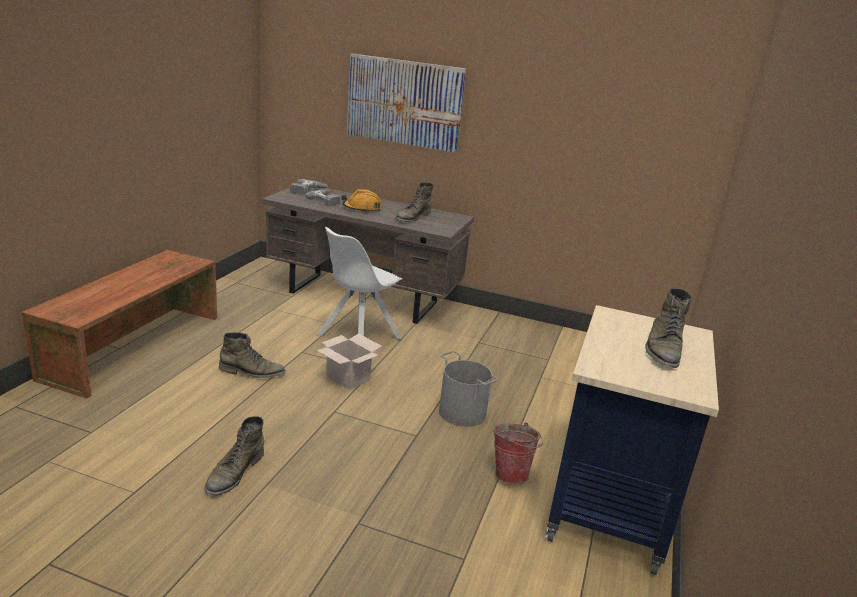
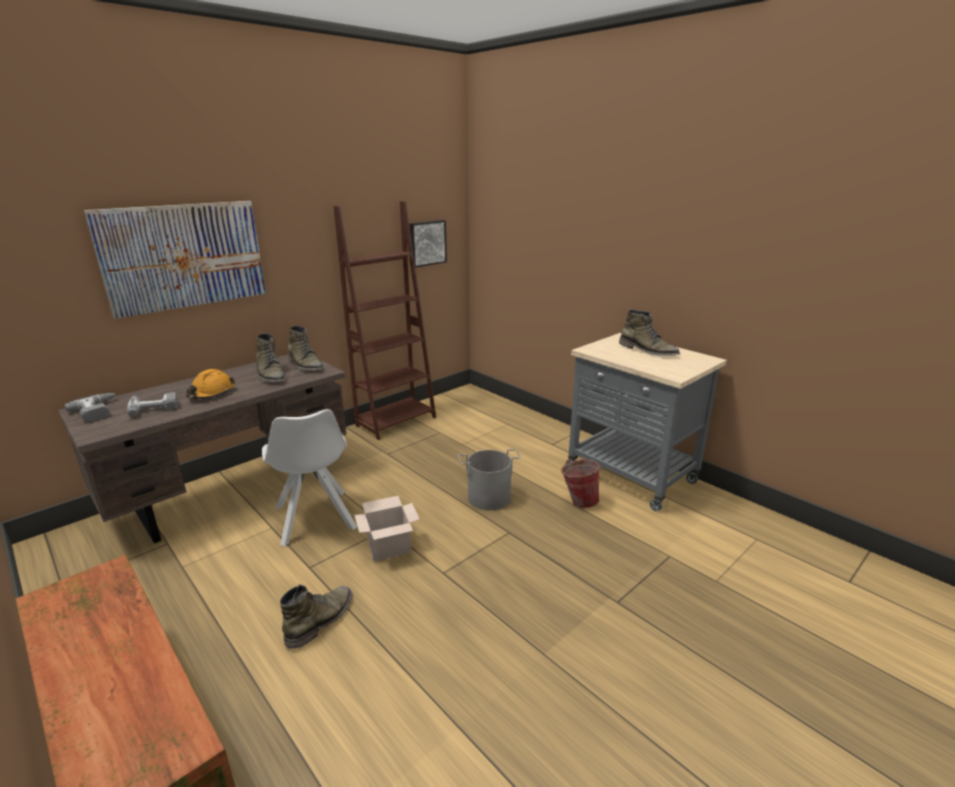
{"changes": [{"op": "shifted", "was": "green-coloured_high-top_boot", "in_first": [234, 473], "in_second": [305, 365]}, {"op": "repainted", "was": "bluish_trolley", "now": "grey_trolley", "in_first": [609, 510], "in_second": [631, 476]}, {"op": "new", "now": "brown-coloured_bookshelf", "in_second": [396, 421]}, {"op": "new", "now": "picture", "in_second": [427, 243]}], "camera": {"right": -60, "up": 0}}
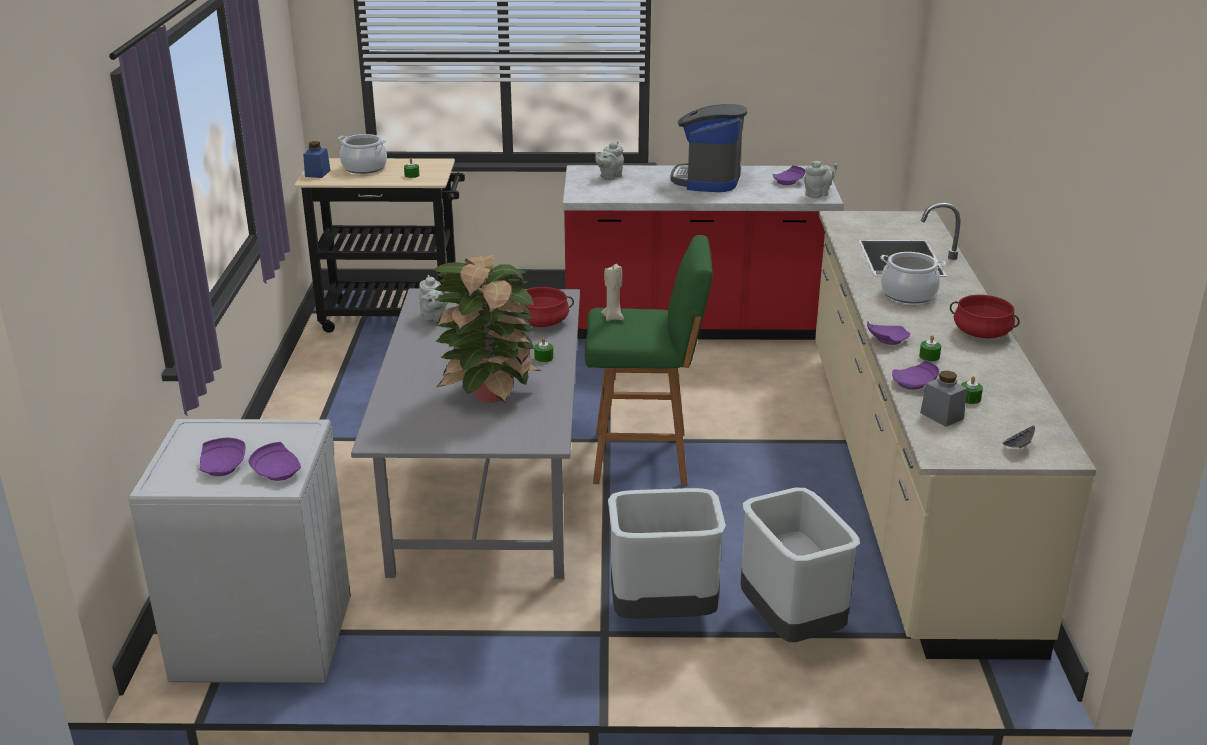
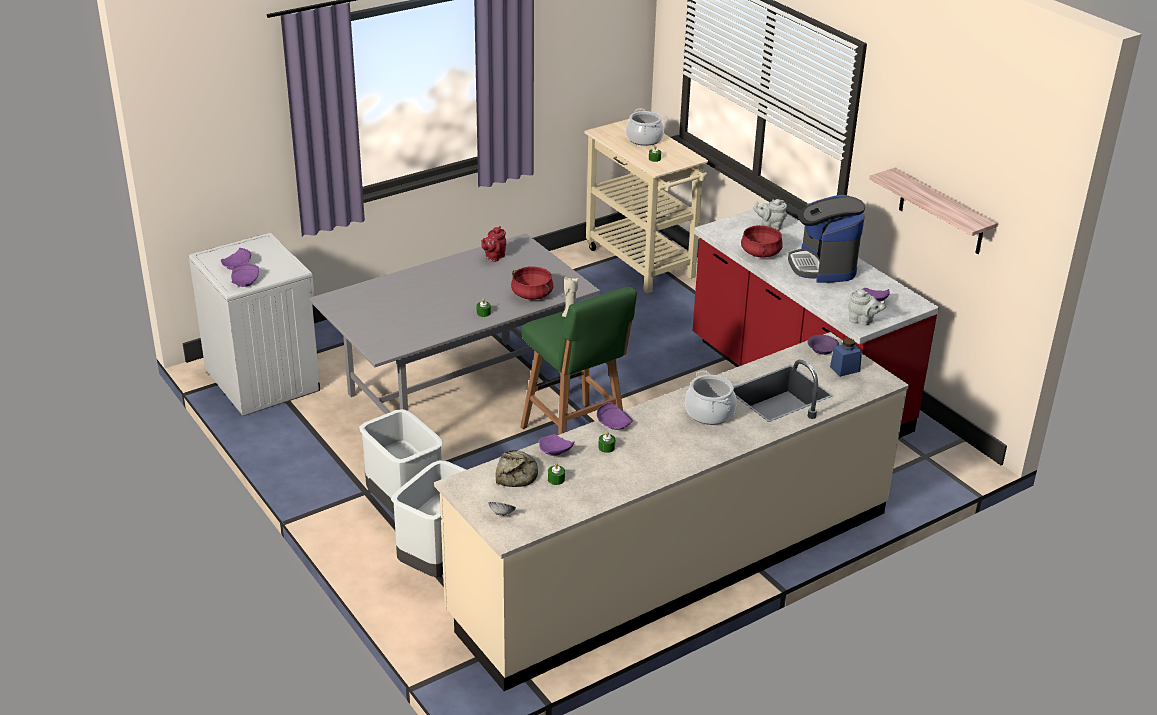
{"changes": [{"op": "repainted", "was": "black-coloured_trolley", "now": "beige_trolley", "in_first": [393, 318], "in_second": [641, 263]}, {"op": "shifted", "was": "bluish_jar", "in_first": [317, 173], "in_second": [845, 369]}, {"op": "repainted", "was": "grey_teapot", "now": "red-coloured_teapot", "in_first": [433, 318], "in_second": [494, 257]}, {"op": "gone", "was": "plant_in_a_pot", "in_first": [490, 393]}, {"op": "rotated", "was": "coffee_brewer", "in_first": [707, 180], "in_second": [823, 266], "clockwise": -75}, {"op": "swapped", "was": "grey_jar", "now": "bakery_bread", "in_first": [941, 416], "in_second": [517, 473]}, {"op": "shifted", "was": "red-coloured_stockpot", "in_first": [981, 333], "in_second": [760, 253]}, {"op": "new", "now": "purple-coloured_serving_bowl", "in_second": [822, 350]}, {"op": "new", "now": "bracket_shelf", "in_second": [941, 212]}], "camera": {"right": 55, "up": 5}}
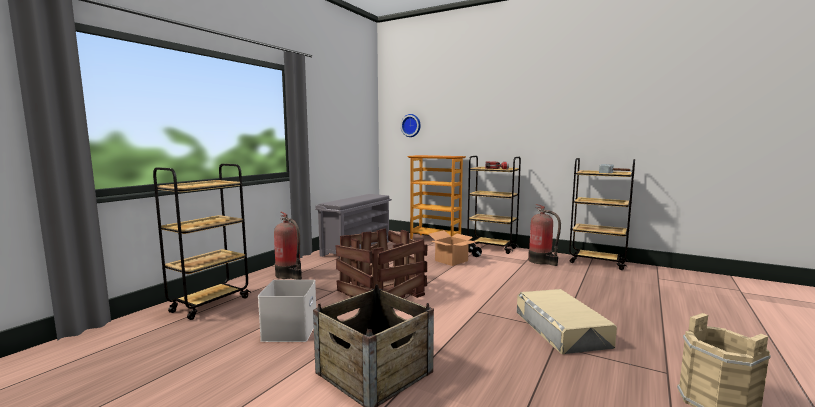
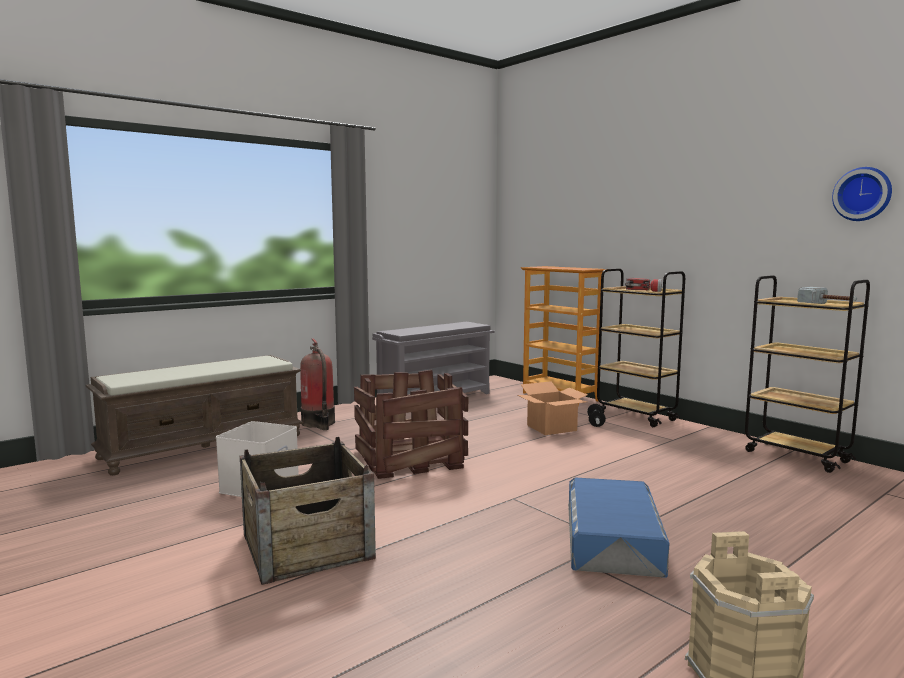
{"changes": [{"op": "swapped", "was": "brown-coloured_trolley", "now": "brown-coloured_bench", "in_first": [210, 304], "in_second": [204, 446]}, {"op": "shifted", "was": "wall_clock", "in_first": [411, 125], "in_second": [863, 194]}, {"op": "repainted", "was": "beige_storage_box", "now": "bluish_storage_box", "in_first": [561, 329], "in_second": [613, 539]}, {"op": "gone", "was": "fire_extinguisher", "in_first": [541, 261]}], "camera": {"right": 20, "up": 0}}
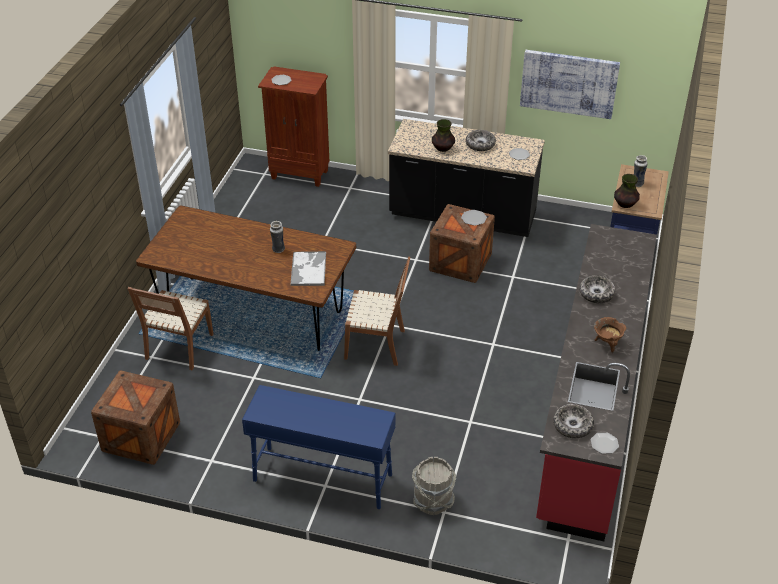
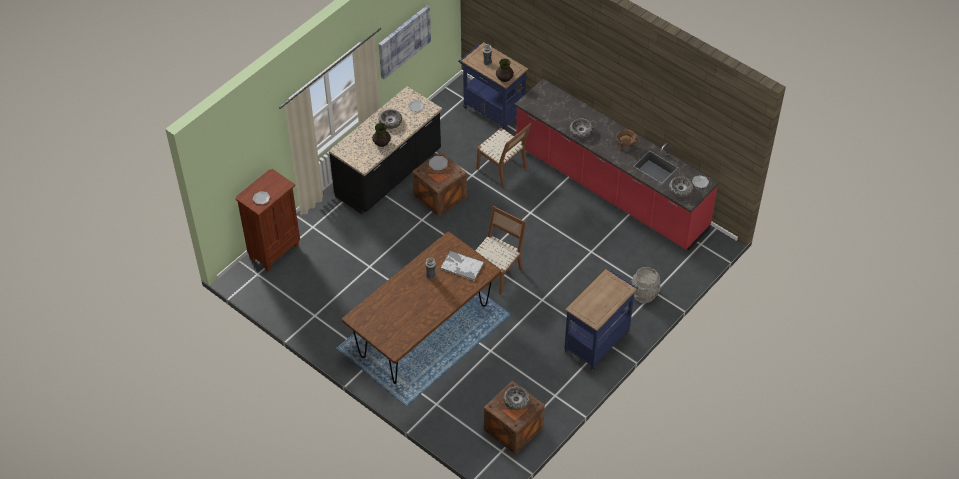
{"changes": [{"op": "shifted", "was": "chair", "in_first": [178, 349], "in_second": [503, 170]}, {"op": "swapped", "was": "bluish_console_table", "now": "bluish_trolley", "in_first": [322, 477], "in_second": [598, 341]}, {"op": "new", "now": "serving_bowl", "in_second": [516, 400]}], "camera": {"right": -65, "up": 10}}
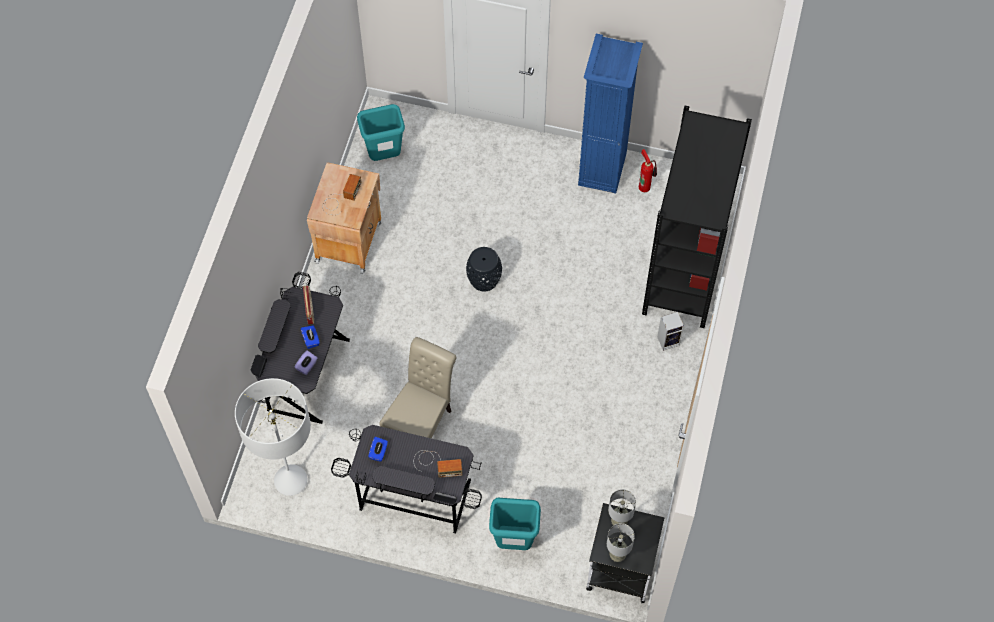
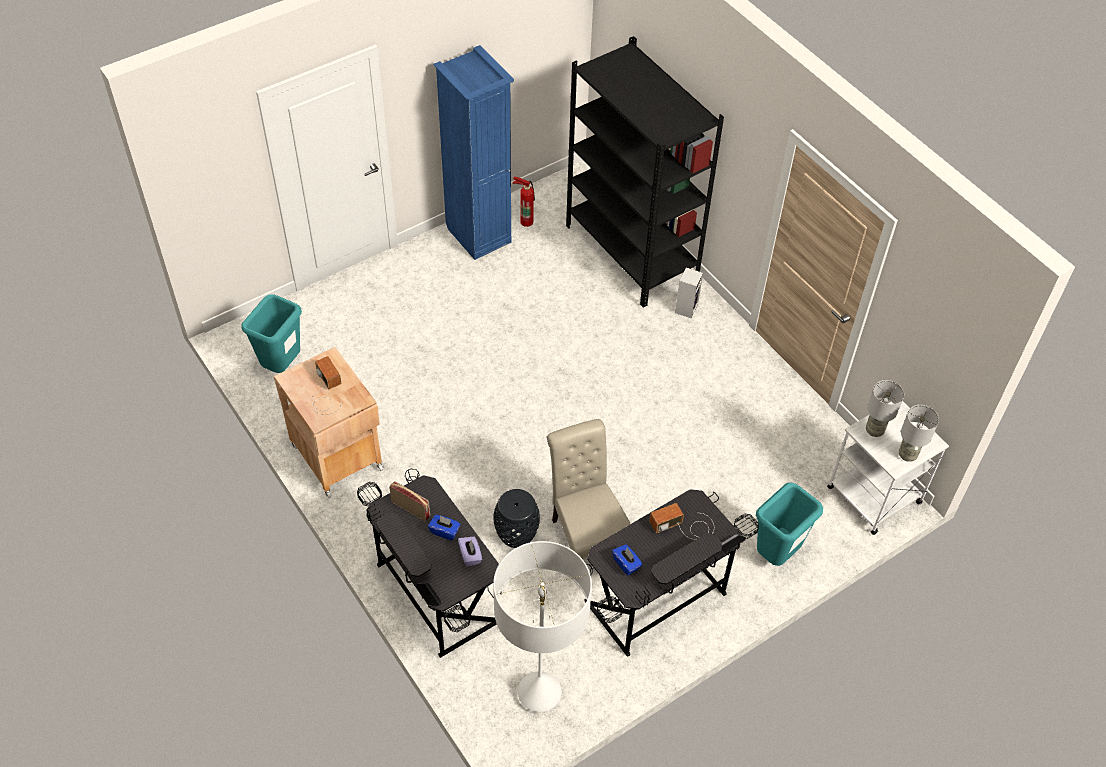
{"changes": [{"op": "rotated", "was": "radio_set", "in_first": [436, 464], "in_second": [684, 526], "clockwise": -150}, {"op": "shifted", "was": "black-coloured_sitting_stool", "in_first": [484, 280], "in_second": [516, 533]}, {"op": "repainted", "was": "black-coloured_trolley", "now": "white_trolley", "in_first": [619, 569], "in_second": [873, 496]}], "camera": {"right": -50, "up": -10}}
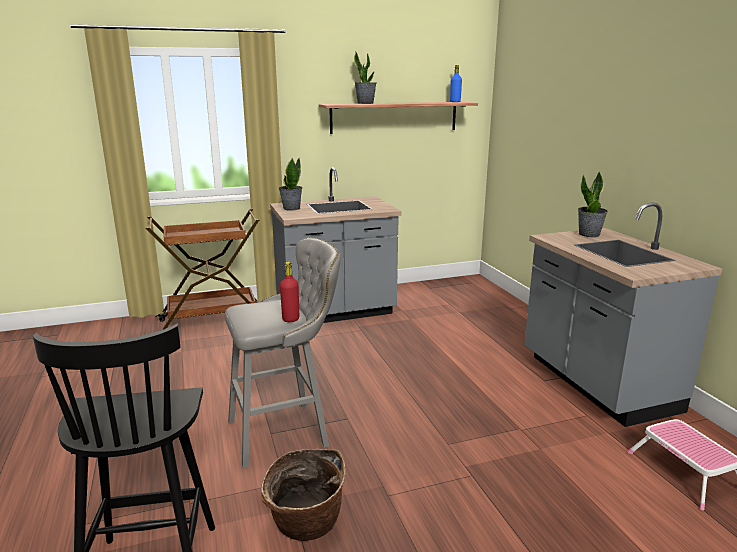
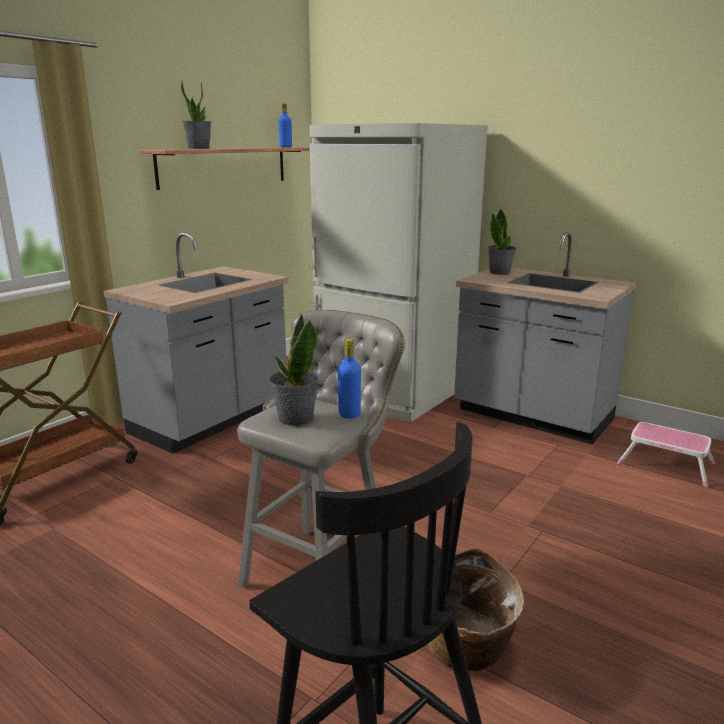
{"changes": [{"op": "shifted", "was": "plant_in_a_pot", "in_first": [291, 208], "in_second": [295, 418]}, {"op": "repainted", "was": "red-coloured_bottle", "now": "bluish_bottle", "in_first": [290, 319], "in_second": [349, 414]}, {"op": "new", "now": "white_kitchen_fridge", "in_second": [393, 389]}], "camera": {"right": -35, "up": 0}}
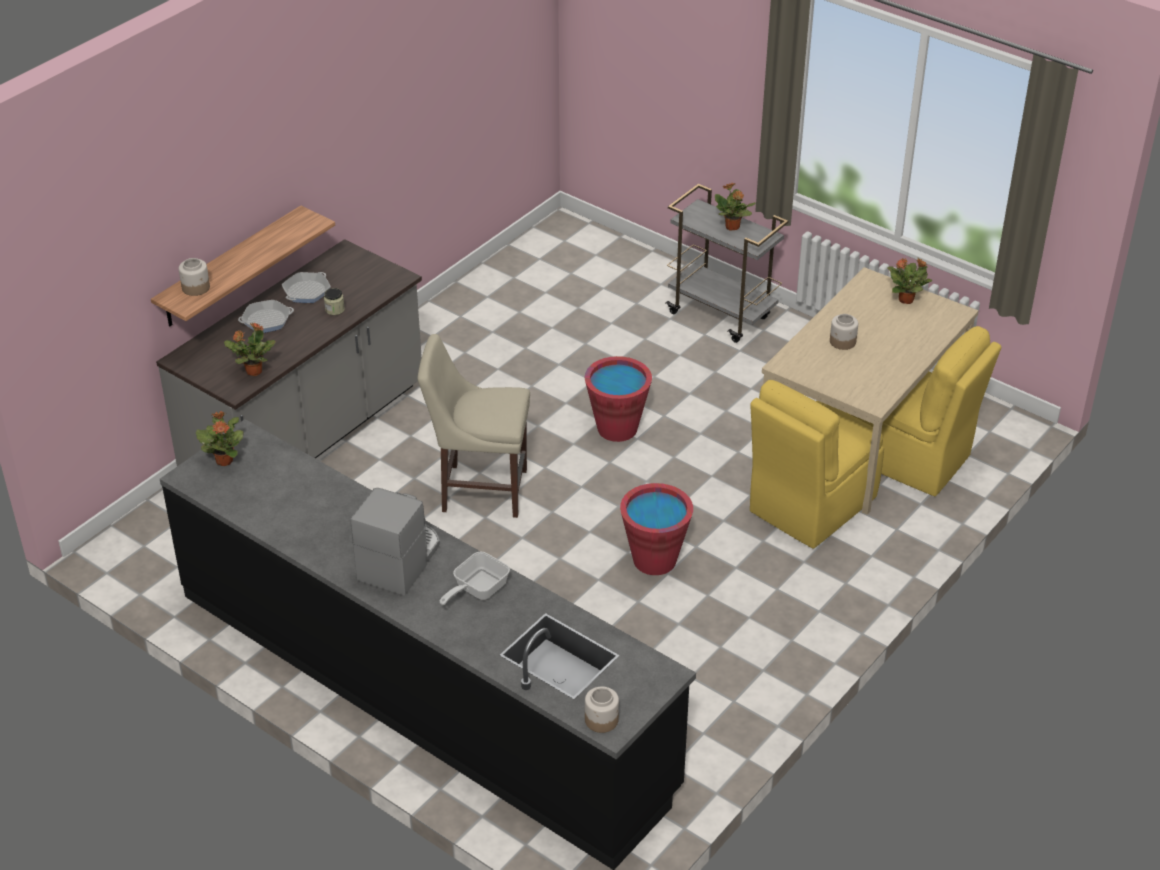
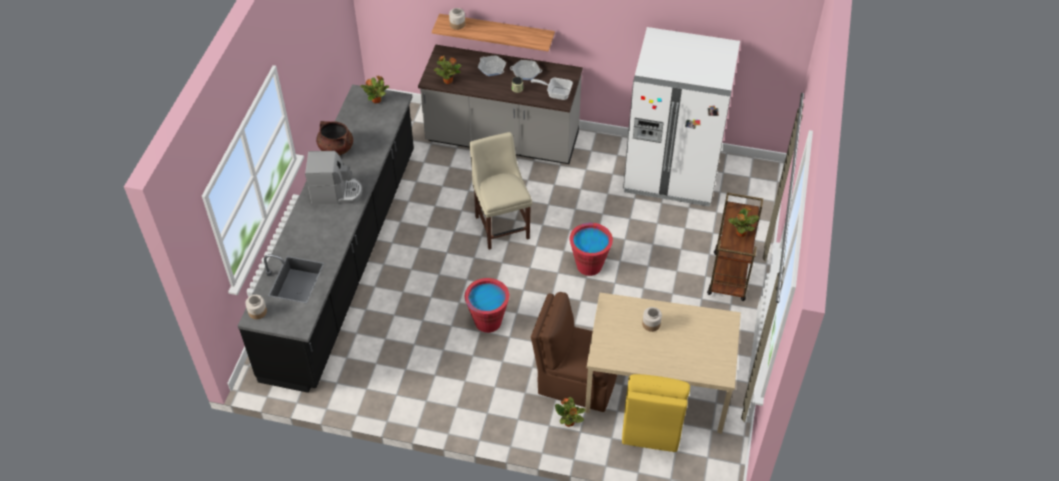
{"changes": [{"op": "shifted", "was": "skillet", "in_first": [476, 590], "in_second": [556, 93]}, {"op": "repainted", "was": "grey_trolley", "now": "brown-coloured_trolley", "in_first": [721, 317], "in_second": [728, 279]}, {"op": "repainted", "was": "yellowish_chair", "now": "brown-coloured_chair", "in_first": [810, 506], "in_second": [576, 381]}, {"op": "shifted", "was": "plant_in_a_pot", "in_first": [906, 300], "in_second": [569, 422]}, {"op": "new", "now": "brown-coloured_stockpot", "in_second": [336, 148]}, {"op": "new", "now": "white_kitchen_fridge", "in_second": [671, 174]}], "camera": {"right": 65, "up": 10}}
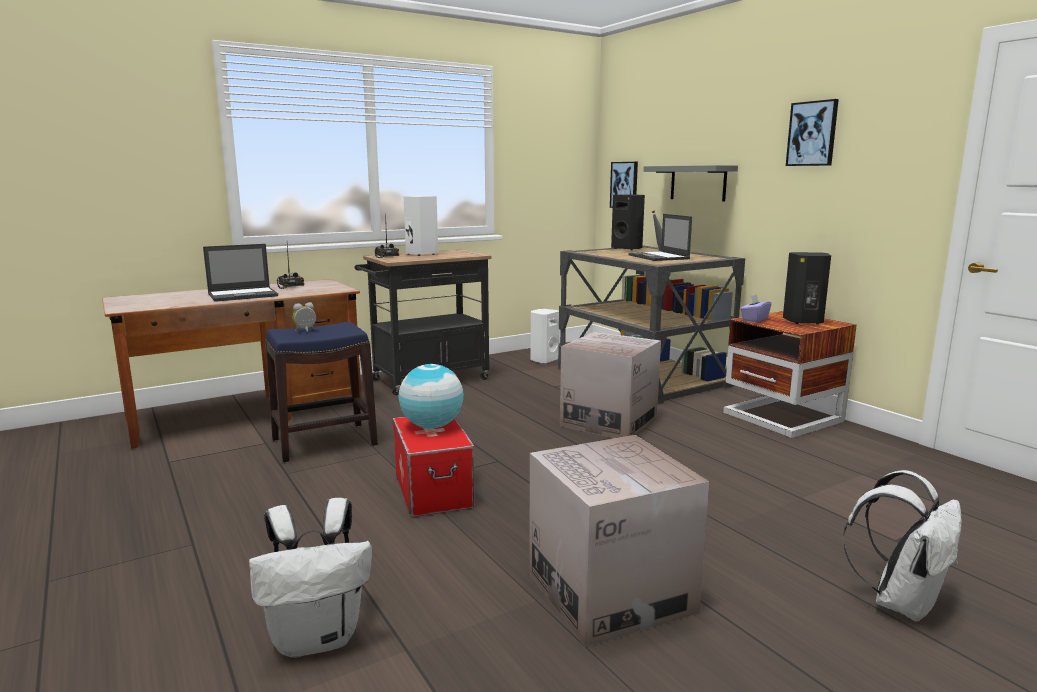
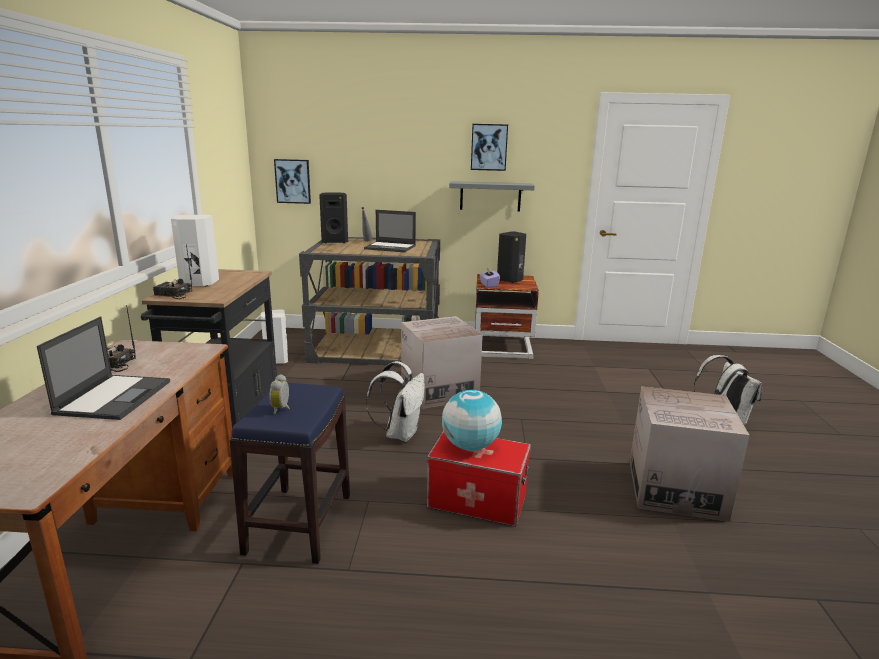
{"changes": [{"op": "shifted", "was": "white_knapsack", "in_first": [318, 637], "in_second": [400, 433]}, {"op": "shifted", "was": "grey_bracket_shelf", "in_first": [698, 183], "in_second": [490, 196]}], "camera": {"right": -55, "up": 5}}
